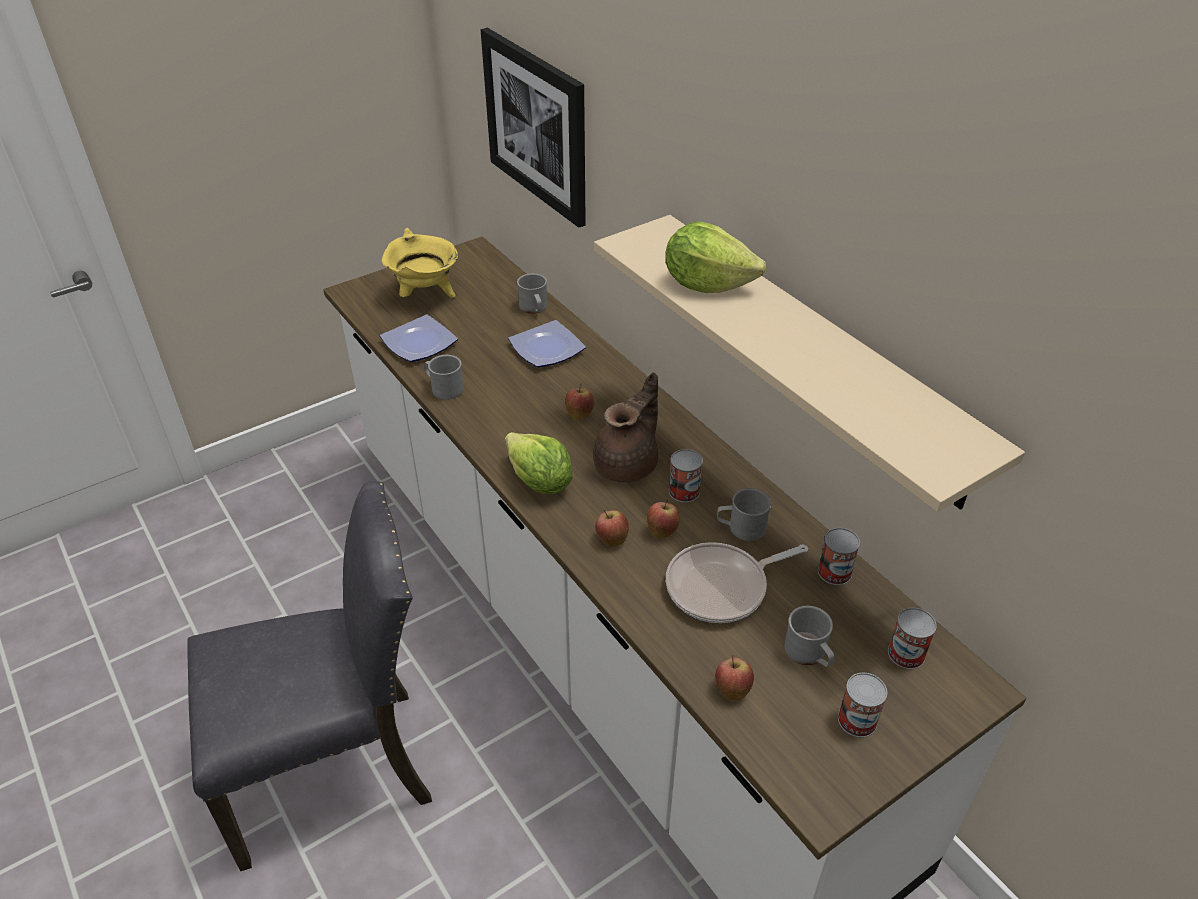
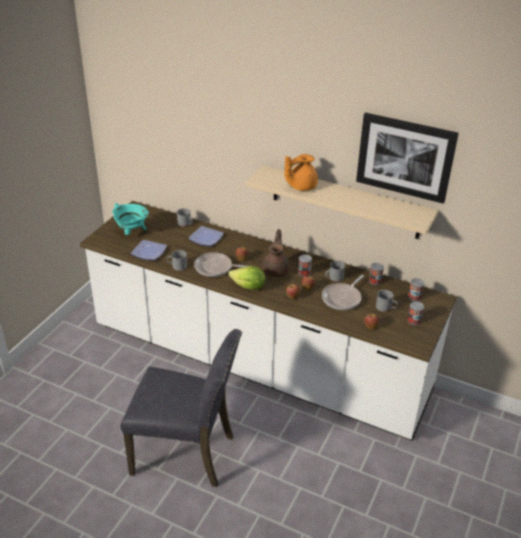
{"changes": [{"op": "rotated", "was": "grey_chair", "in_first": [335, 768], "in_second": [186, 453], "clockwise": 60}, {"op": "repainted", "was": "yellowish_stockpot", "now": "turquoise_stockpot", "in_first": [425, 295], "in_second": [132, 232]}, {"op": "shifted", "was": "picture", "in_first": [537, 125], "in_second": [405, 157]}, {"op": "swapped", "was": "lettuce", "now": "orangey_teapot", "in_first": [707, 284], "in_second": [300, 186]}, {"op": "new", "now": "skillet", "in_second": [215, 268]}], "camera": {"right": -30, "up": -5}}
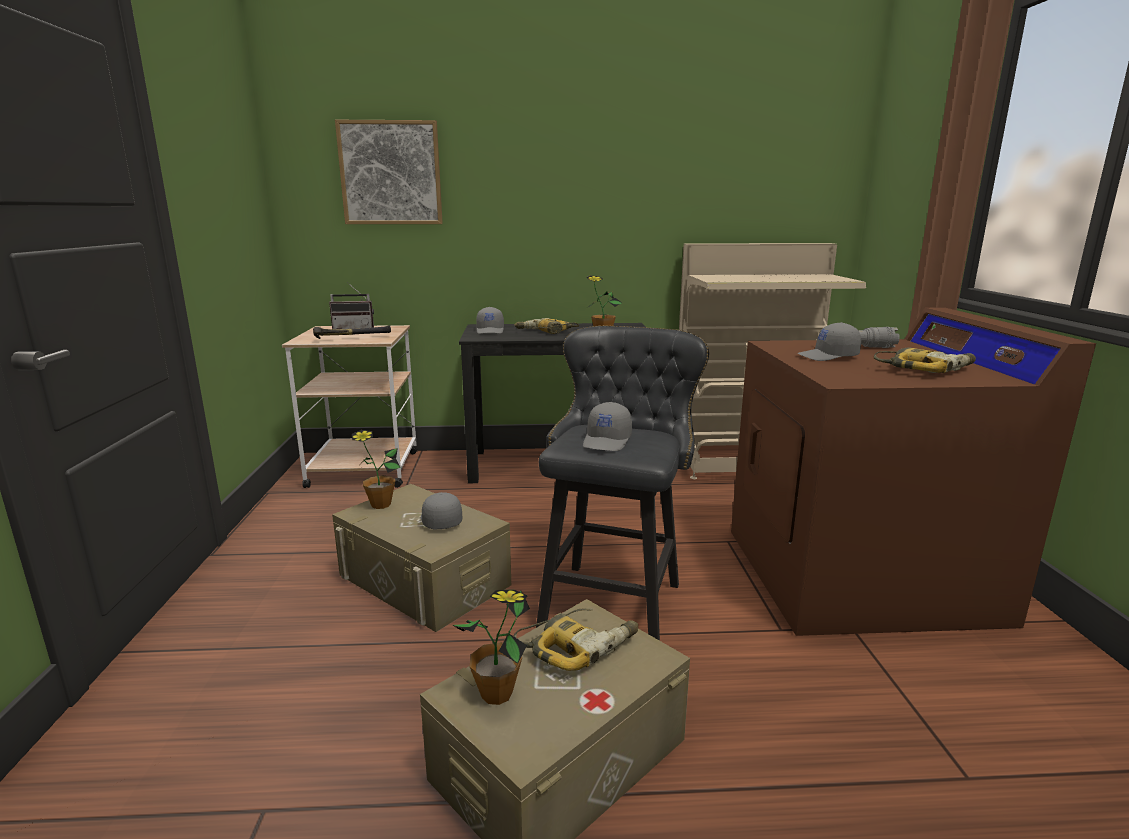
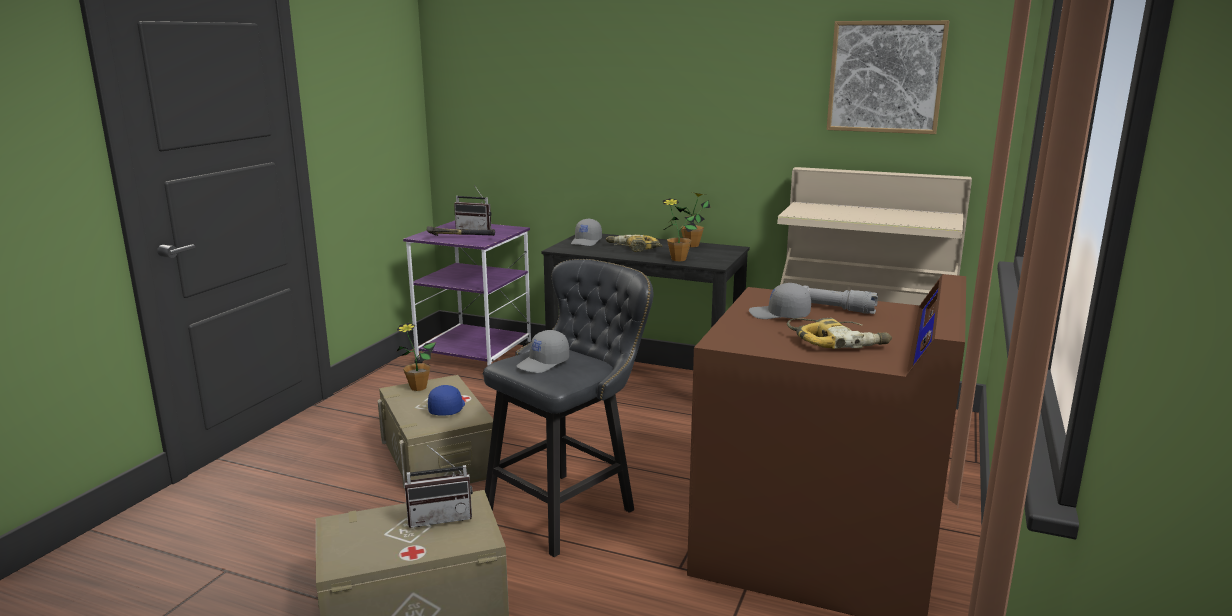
{"changes": [{"op": "repainted", "was": "beige_trolley", "now": "purple-coloured_trolley", "in_first": [366, 469], "in_second": [476, 357]}, {"op": "shifted", "was": "picture", "in_first": [391, 173], "in_second": [885, 77]}, {"op": "repainted", "was": "grey_cap", "now": "bluish_cap", "in_first": [439, 520], "in_second": [446, 408]}, {"op": "shifted", "was": "plant_in_a_pot", "in_first": [497, 694], "in_second": [691, 245]}, {"op": "swapped", "was": "drill", "now": "radio_set", "in_first": [579, 645], "in_second": [440, 517]}], "camera": {"right": 25, "up": 0}}
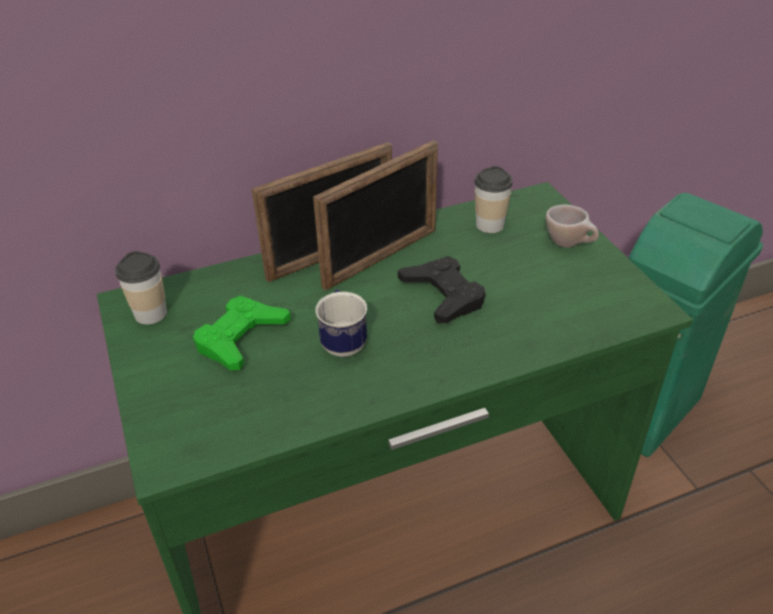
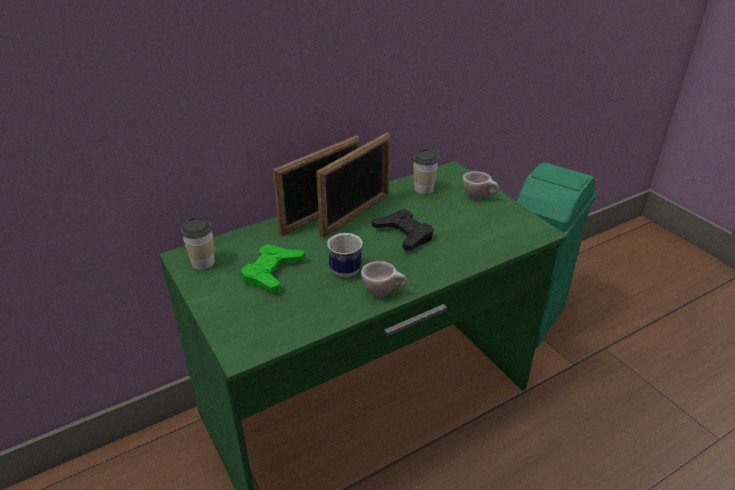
{"changes": [{"op": "new", "now": "beige_small_cup", "in_second": [383, 292]}], "camera": {"right": -10, "up": -5}}
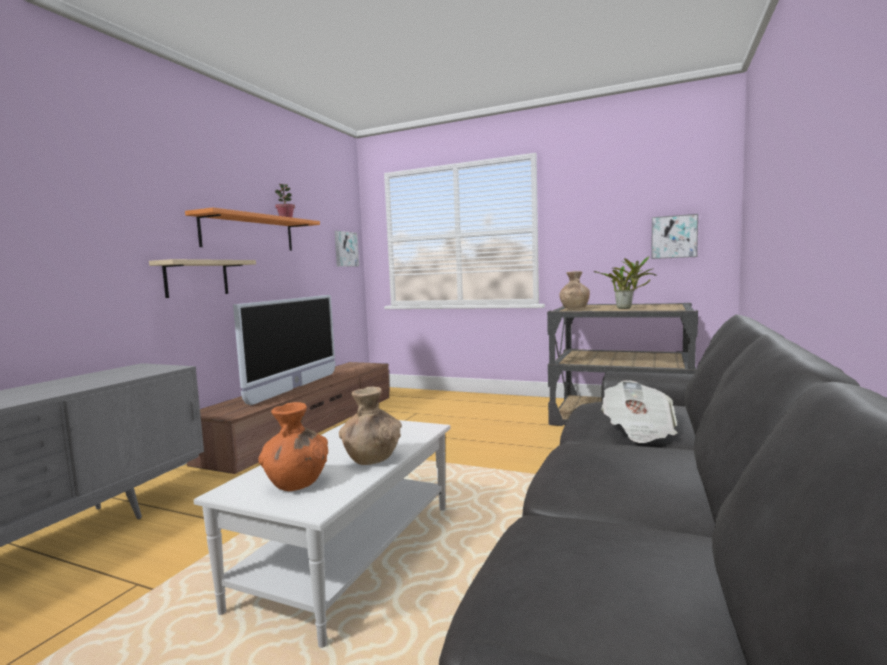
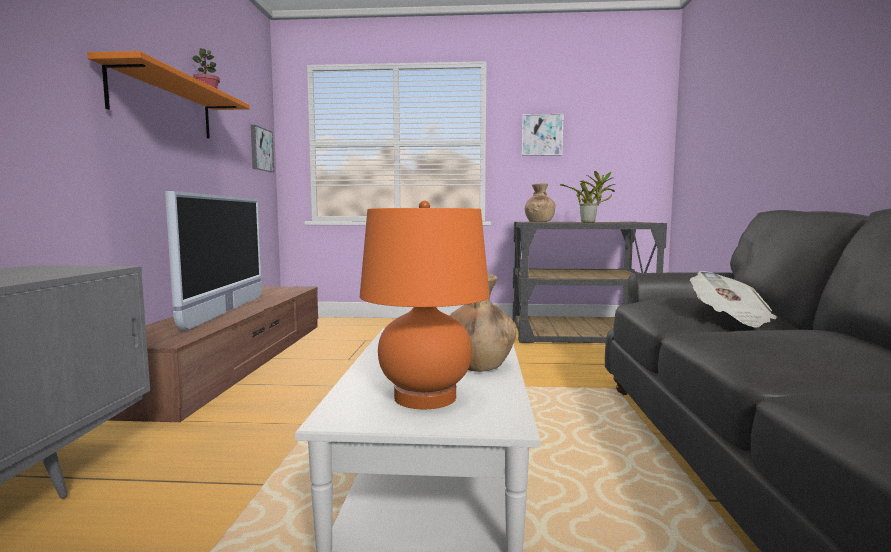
{"changes": [{"op": "gone", "was": "beige_bracket_shelf", "in_first": [196, 278]}, {"op": "swapped", "was": "orangey_decorative_vase", "now": "orangey_tabletop_lamp", "in_first": [296, 483], "in_second": [425, 397]}, {"op": "shifted", "was": "picture", "in_first": [674, 237], "in_second": [542, 135]}], "camera": {"right": -20, "up": 0}}
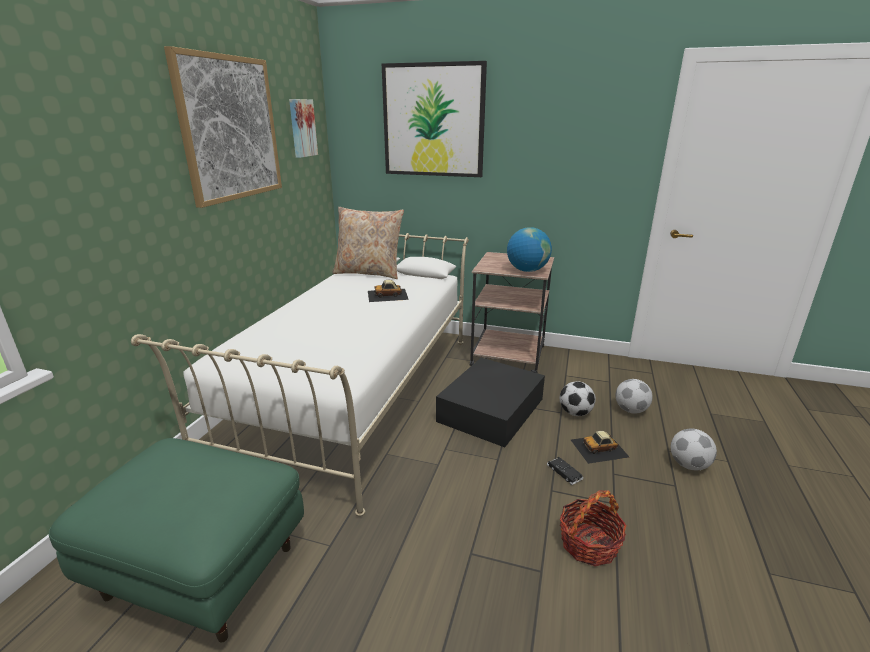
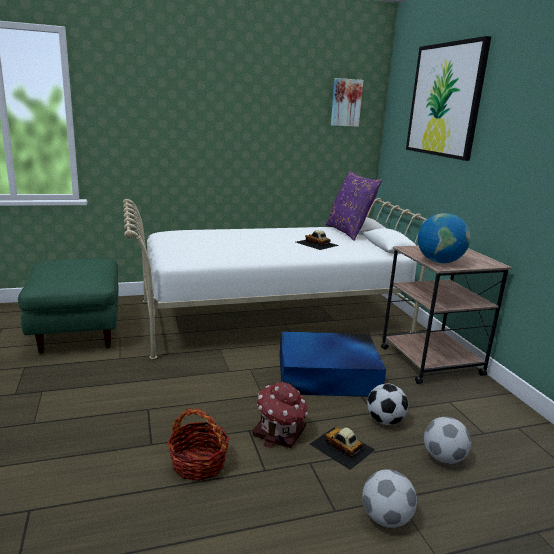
{"changes": [{"op": "gone", "was": "picture", "in_first": [230, 129]}, {"op": "repainted", "was": "beige_pillow", "now": "purple-coloured_pillow", "in_first": [369, 273], "in_second": [349, 232]}, {"op": "repainted", "was": "black-coloured_storage_box", "now": "bluish_storage_box", "in_first": [492, 409], "in_second": [329, 375]}, {"op": "swapped", "was": "black-coloured_model_car", "now": "toy_house", "in_first": [564, 473], "in_second": [280, 432]}], "camera": {"right": 55, "up": -5}}
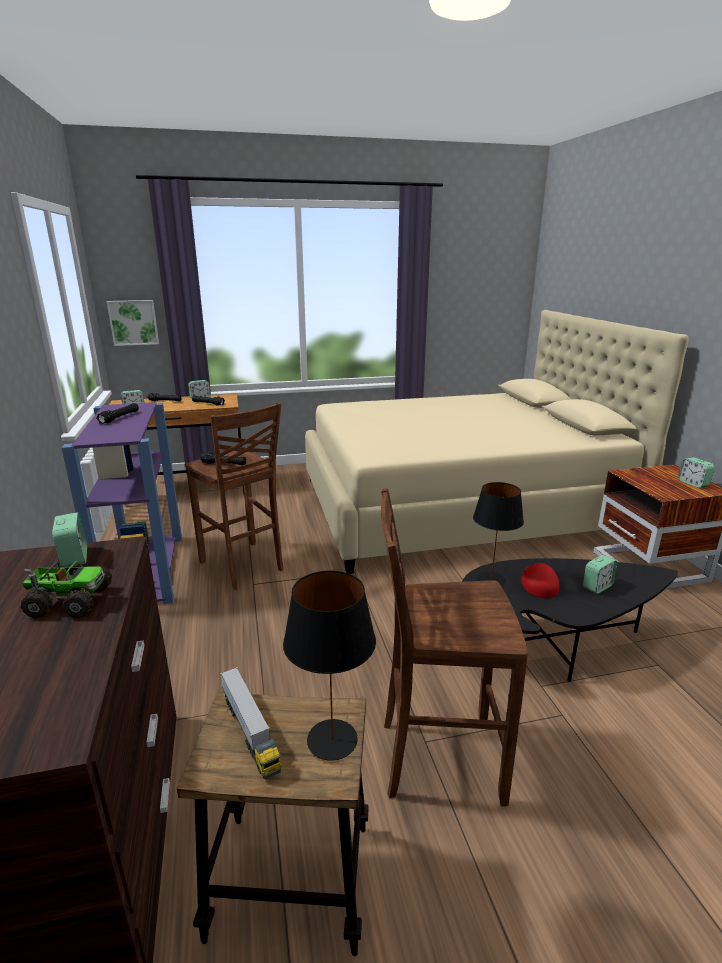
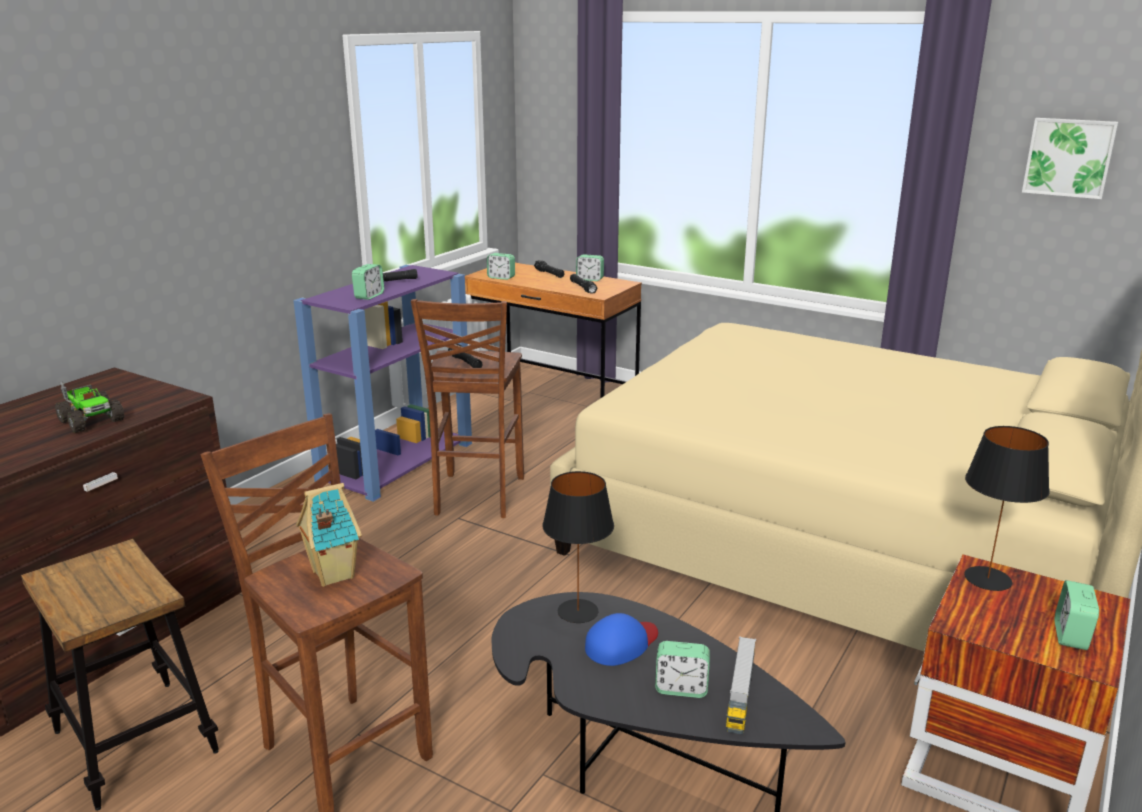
{"changes": [{"op": "shifted", "was": "bedside_clock", "in_first": [74, 558], "in_second": [369, 296]}, {"op": "shifted", "was": "picture", "in_first": [134, 322], "in_second": [1069, 157]}, {"op": "shifted", "was": "toy_truck", "in_first": [250, 731], "in_second": [740, 695]}, {"op": "shifted", "was": "black-coloured_tabletop_lamp", "in_first": [333, 739], "in_second": [988, 579]}, {"op": "repainted", "was": "red-coloured_cap", "now": "bluish_cap", "in_first": [538, 582], "in_second": [621, 643]}, {"op": "new", "now": "toy_house", "in_second": [332, 575]}], "camera": {"right": 45, "up": 0}}
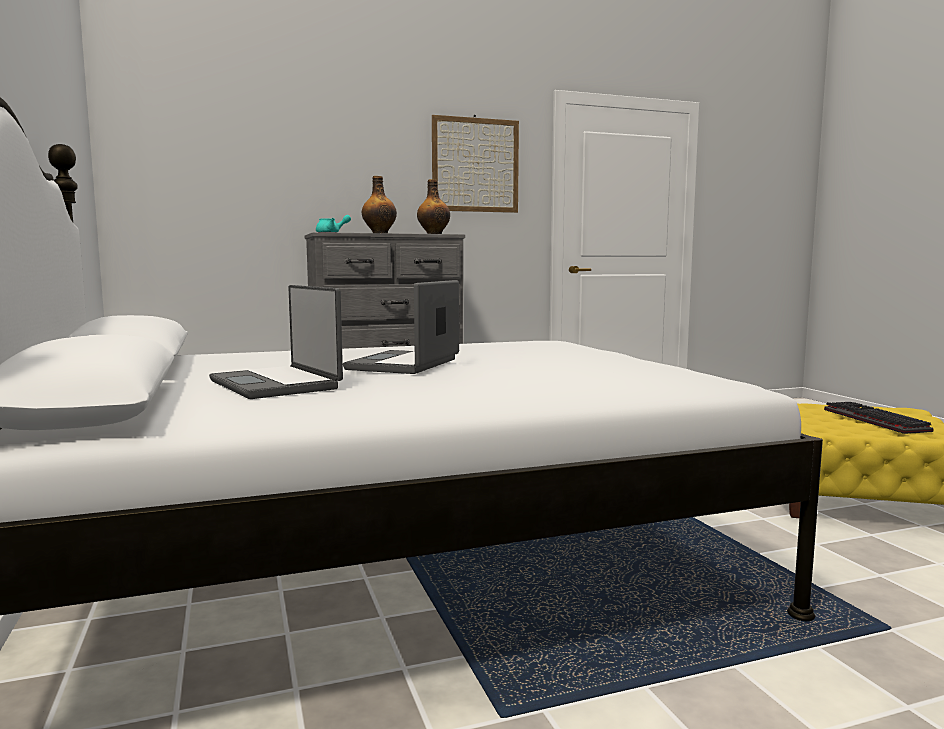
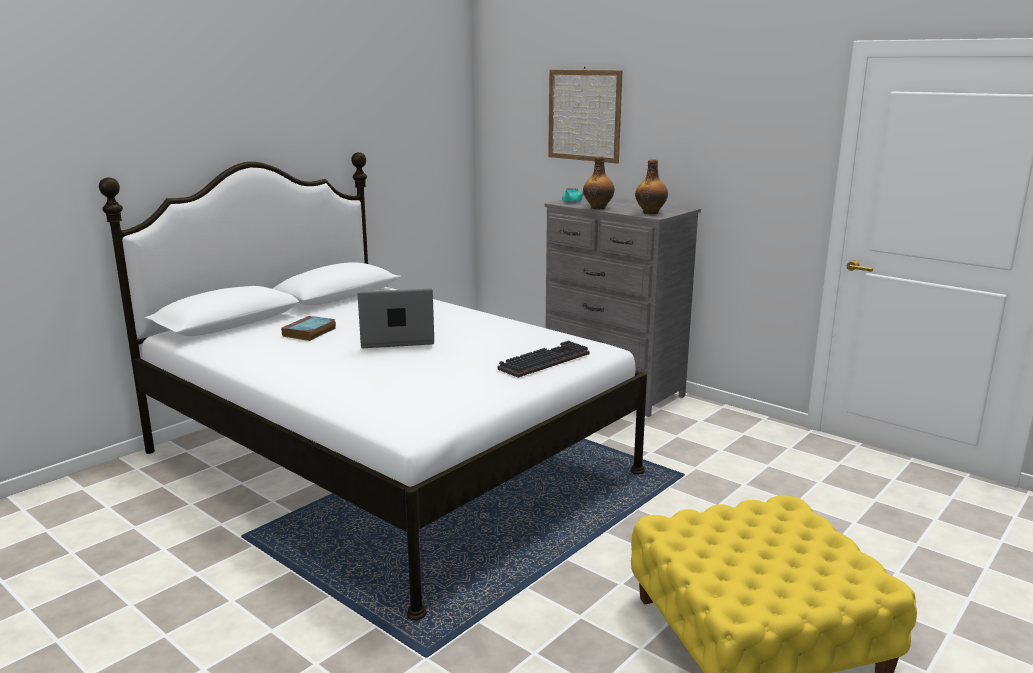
{"changes": [{"op": "swapped", "was": "notebook_computer", "now": "volume", "in_first": [277, 384], "in_second": [309, 332]}, {"op": "shifted", "was": "picture", "in_first": [475, 163], "in_second": [584, 114]}, {"op": "shifted", "was": "PC_keyboard", "in_first": [871, 420], "in_second": [544, 361]}], "camera": {"right": 60, "up": 10}}
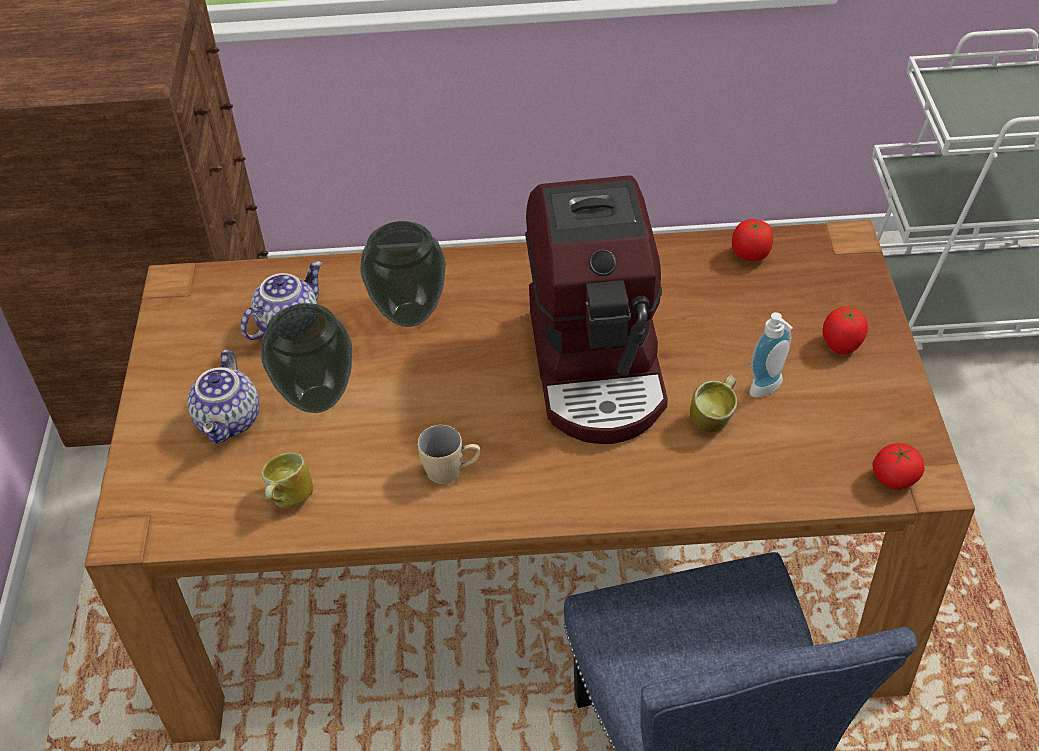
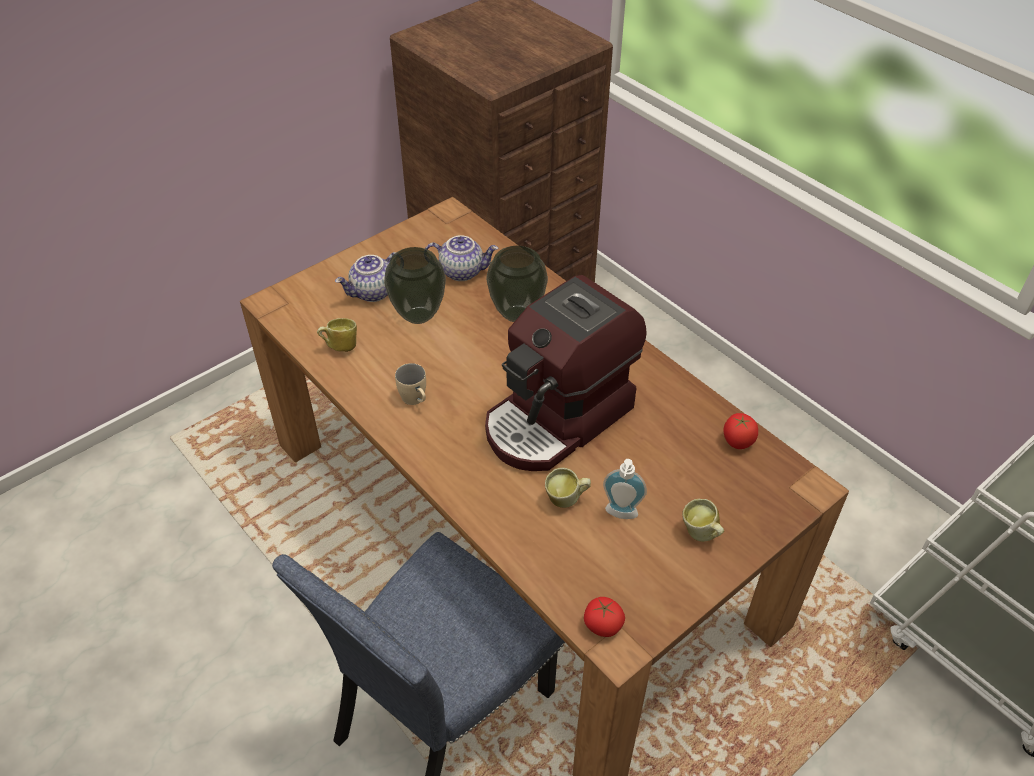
{"changes": [{"op": "swapped", "was": "whole_tomato", "now": "mug", "in_first": [841, 345], "in_second": [701, 535]}], "camera": {"right": 50, "up": 0}}
